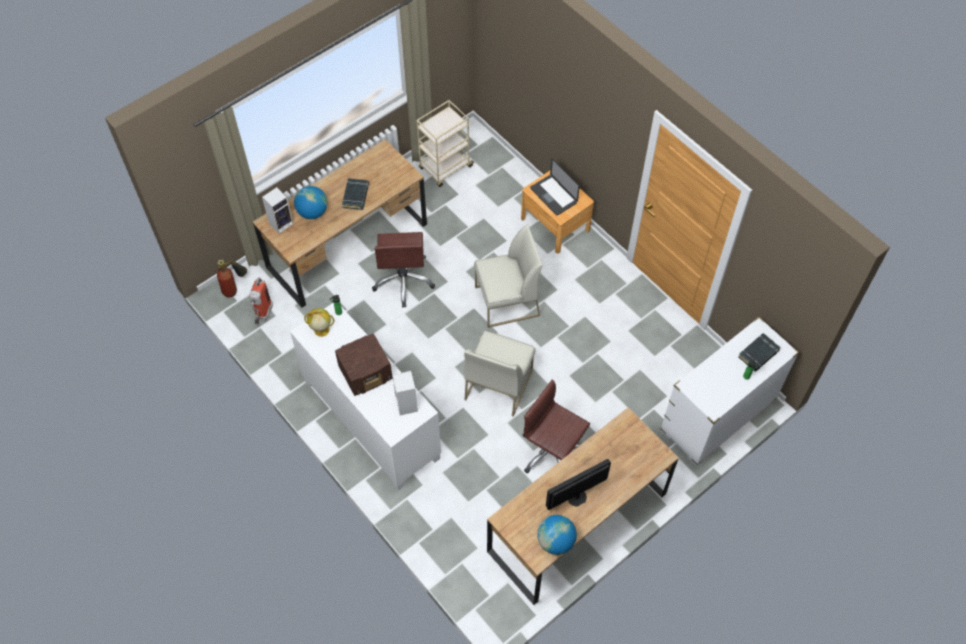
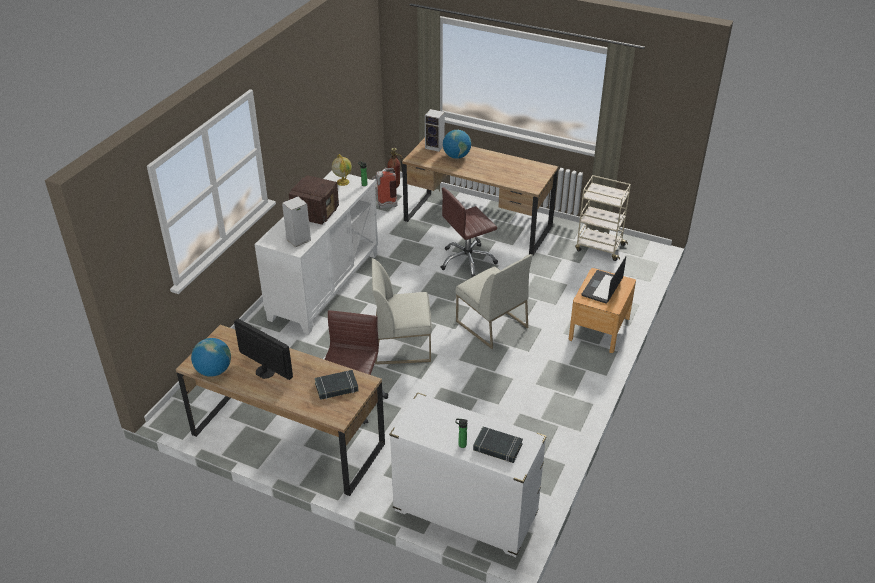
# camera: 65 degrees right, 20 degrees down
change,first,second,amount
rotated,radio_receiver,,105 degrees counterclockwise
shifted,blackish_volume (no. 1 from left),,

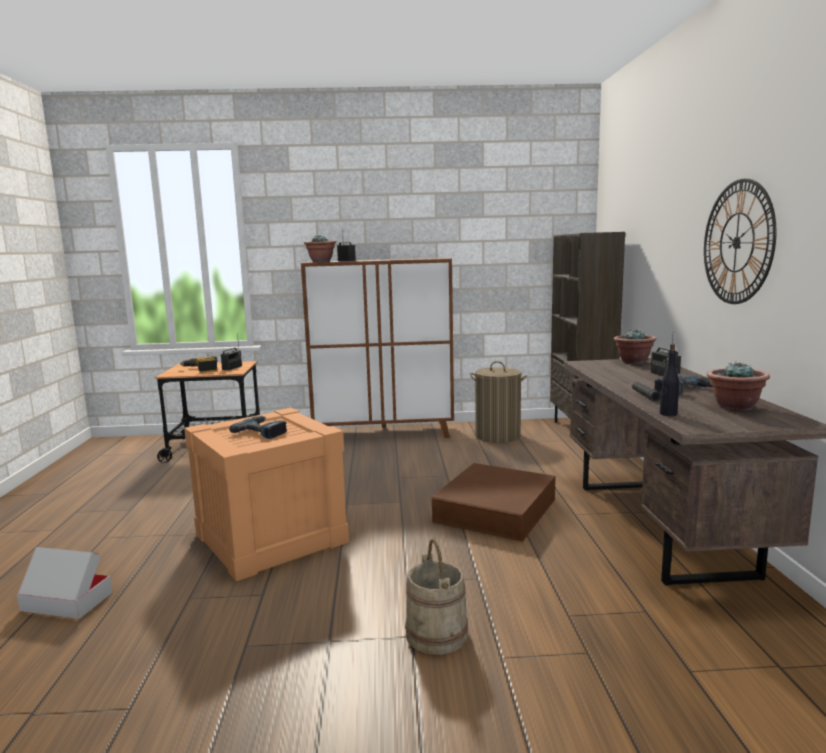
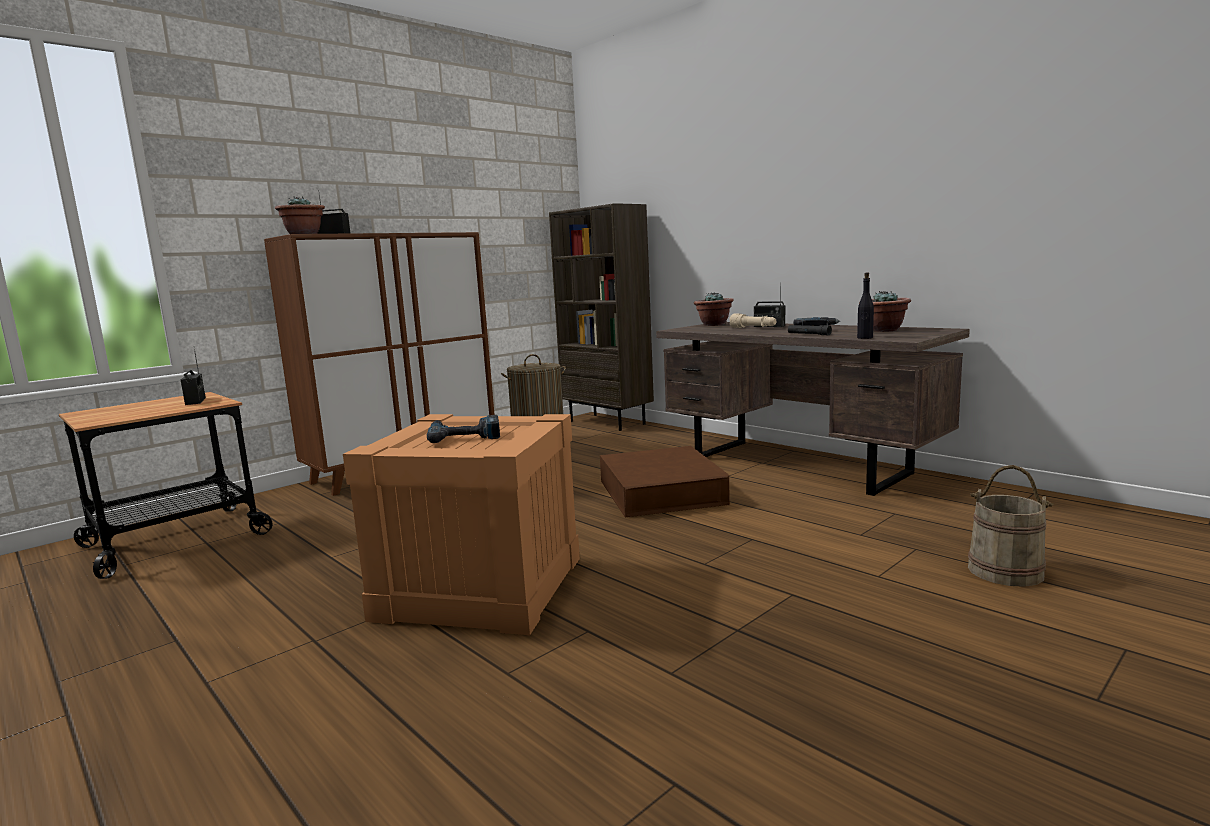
# camera: 40 degrees left, 0 degrees up
change,first,second,amount
gone,packing_box,,
gone,electric_drill (no. 1 from left),,
shifted,beige-coloured_water_bucket,,
gone,wall_clock,,
new,,beige-coloured_hand_torch,

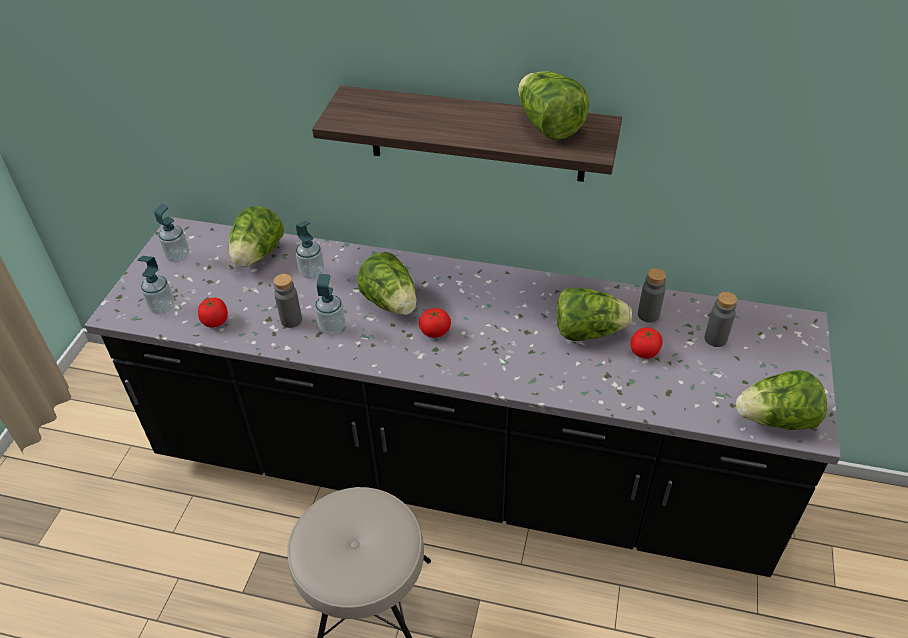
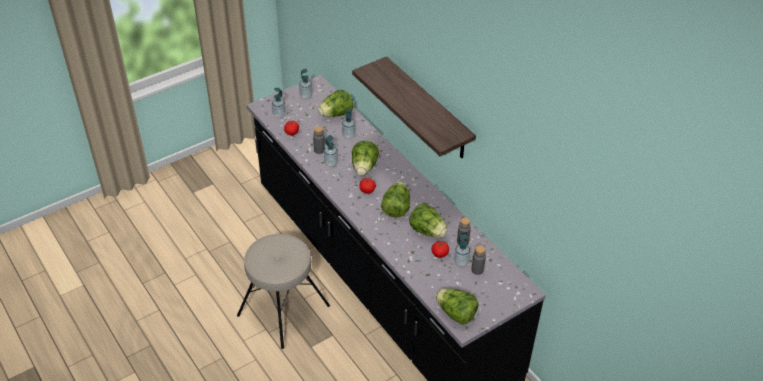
# camera: 40 degrees right, 0 degrees up
change,first,second,amount
shifted,lettuce (no. 3 from left),,
new,,soap_bottle (no. 5 from left),

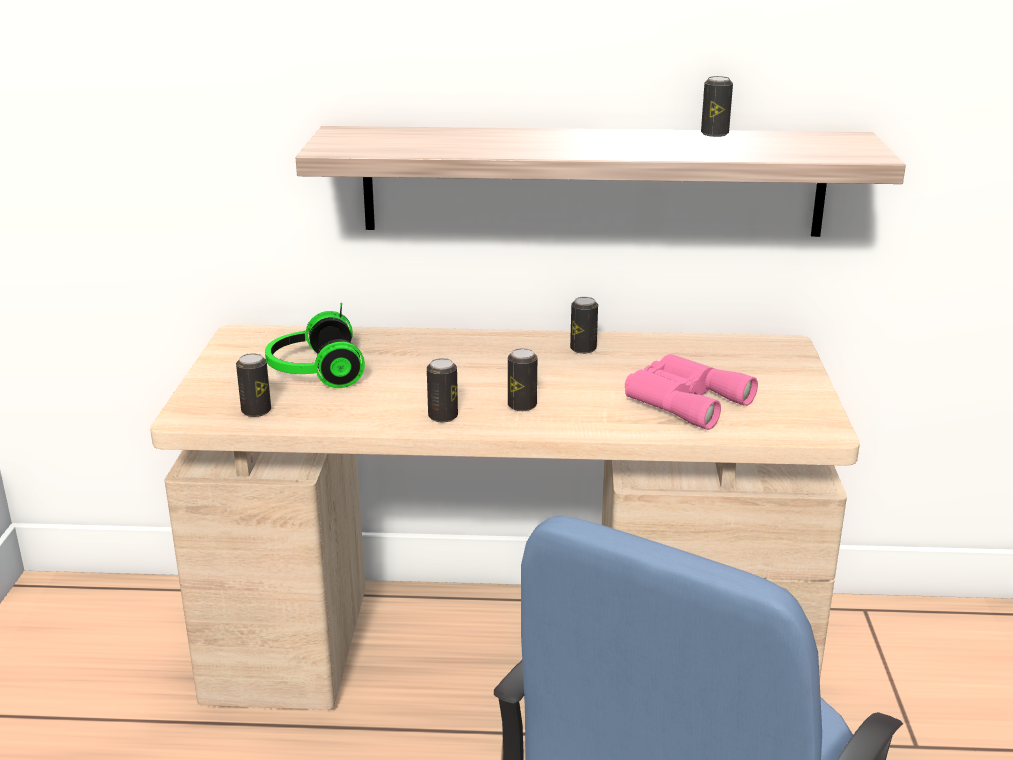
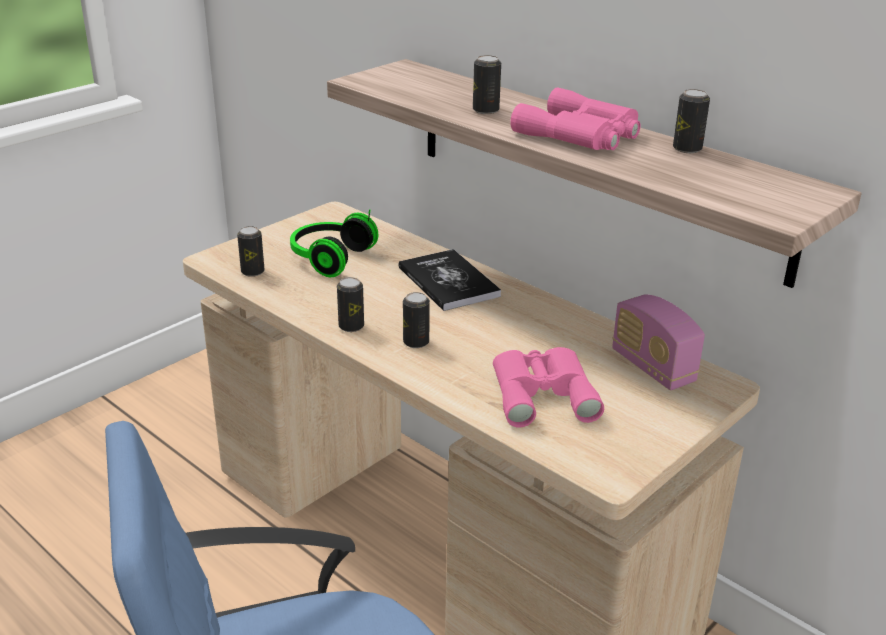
# camera: 40 degrees right, 5 degrees up
change,first,second,amount
shifted,metal_can (no. 4 from left),,
new,,volume,
new,,pinkish_binoculars (no. 2 from left),
new,,radio_receiver,

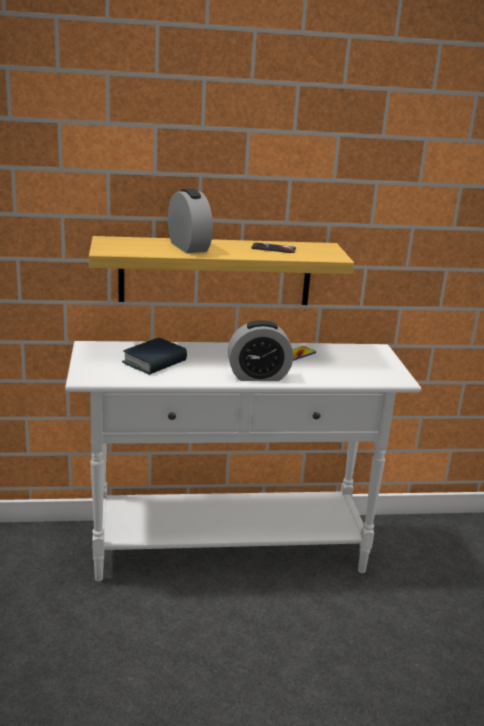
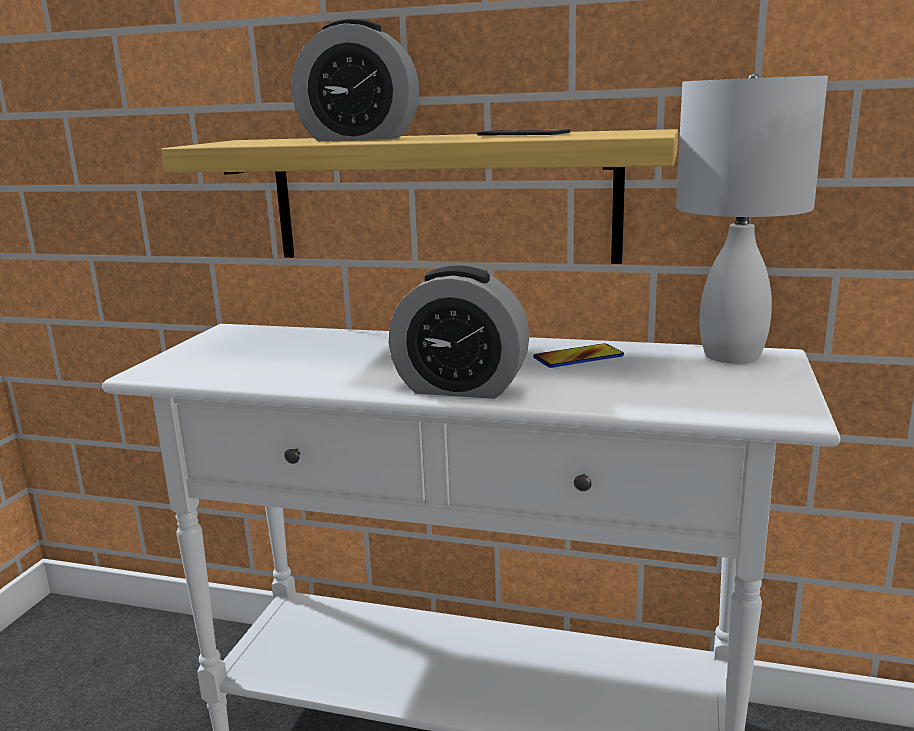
# camera: 25 degrees right, 5 degrees down
change,first,second,amount
gone,volume,,
rotated,alarm_clock (no. 1 from left),,105 degrees clockwise
new,,white_table_lamp,

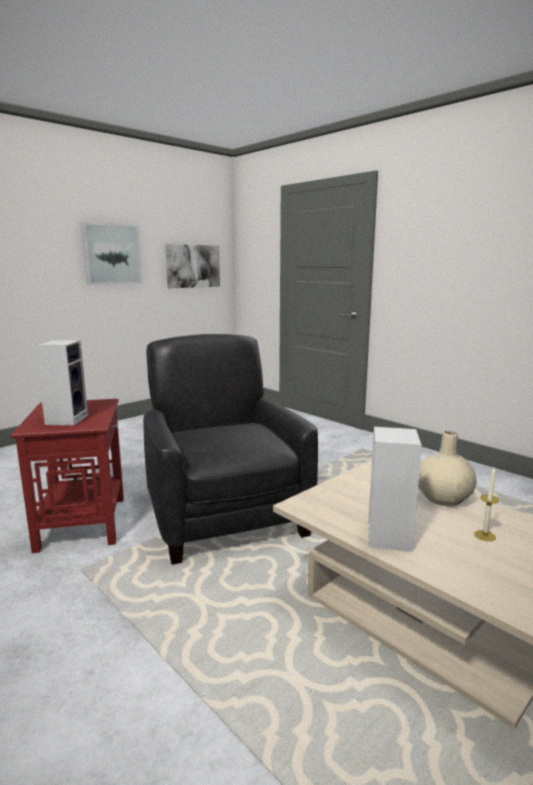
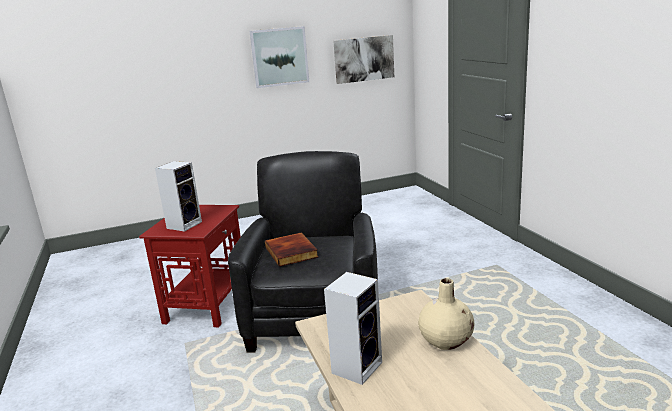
# camera: 25 degrees right, 5 degrees up
change,first,second,amount
gone,wax_light,,
new,,volume,

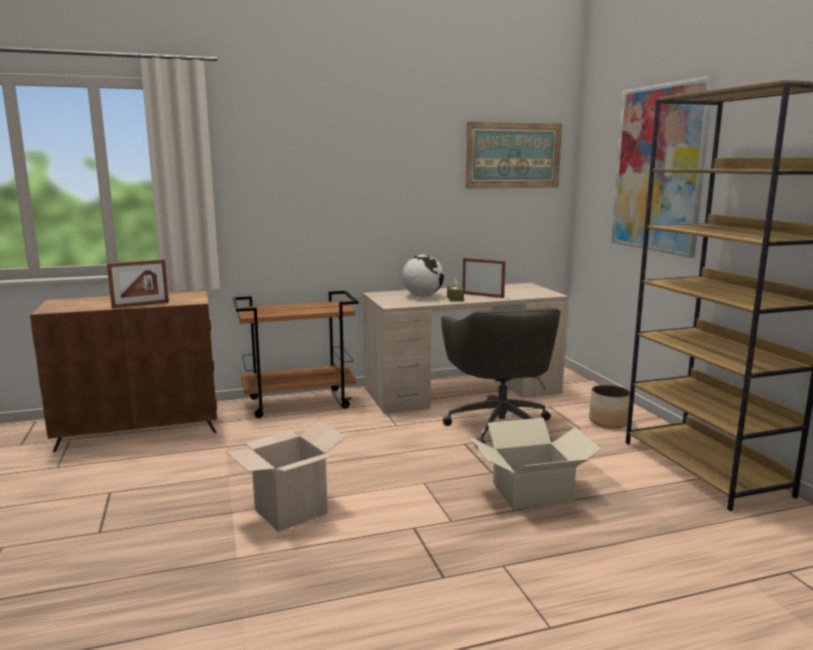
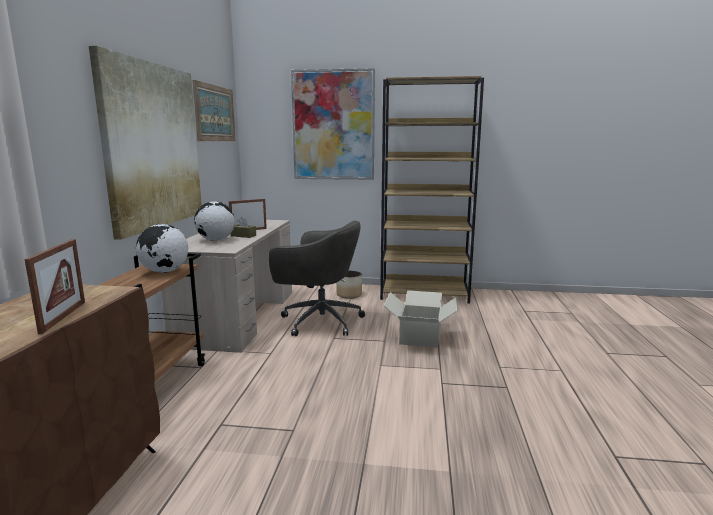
# camera: 65 degrees left, 0 degrees up
change,first,second,amount
gone,packing_box (no. 1 from left),,
new,,picture (no. 1 from left),
new,,globe (no. 1 from left),

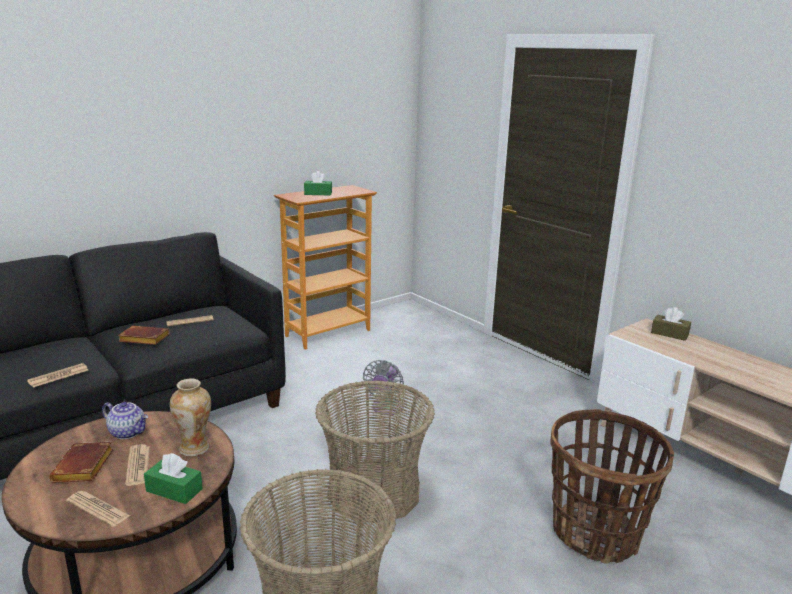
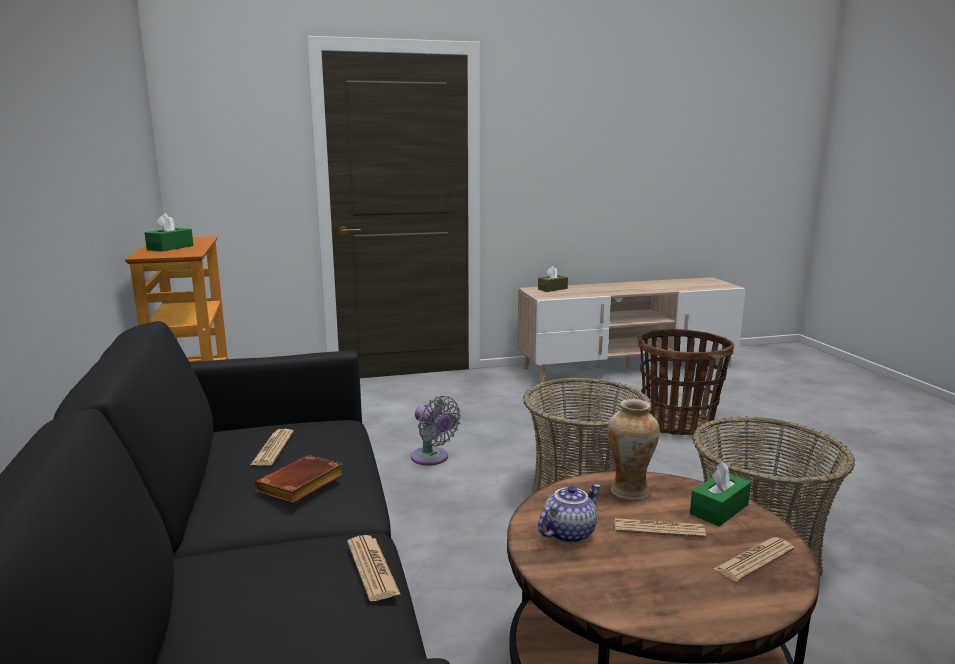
# camera: 65 degrees left, 5 degrees down
change,first,second,amount
gone,brownish_volume (no. 1 from left),,

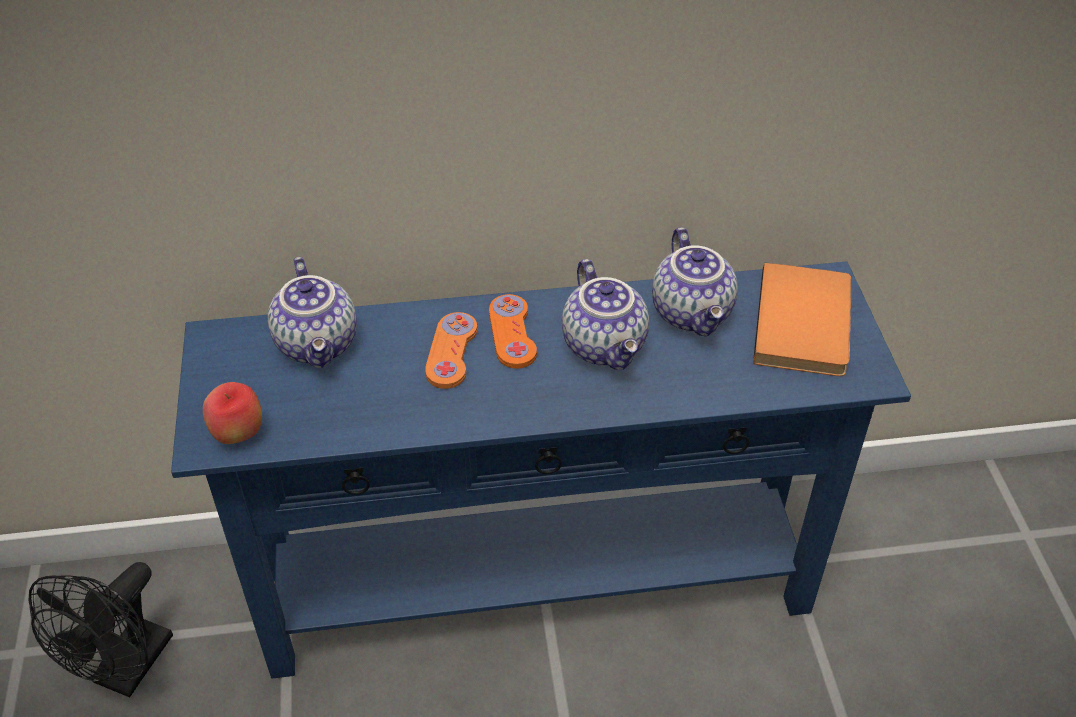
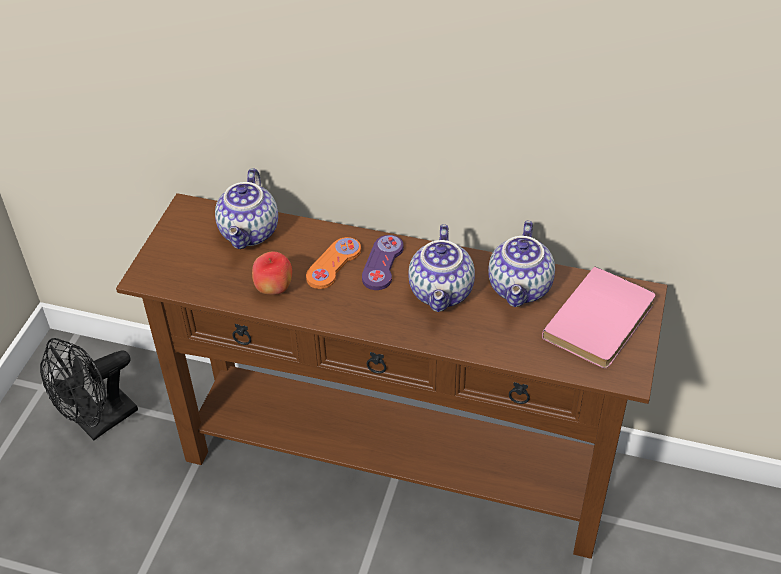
# camera: 25 degrees right, 0 degrees up
change,first,second,amount
repainted,blue-coloured_hall_table,brownish_hall_table,
shifted,apple,,
repainted,orangey_game_controller (no. 2 from left),purplish_game_controller,
repainted,orangey_volume,pinkish_volume,

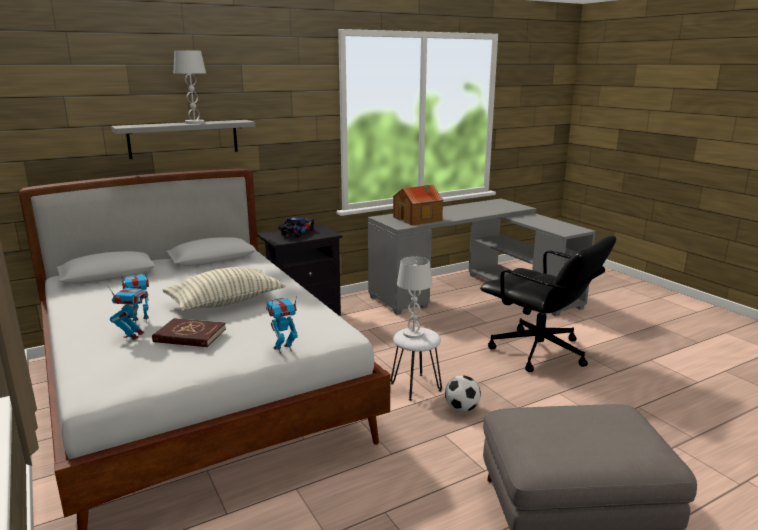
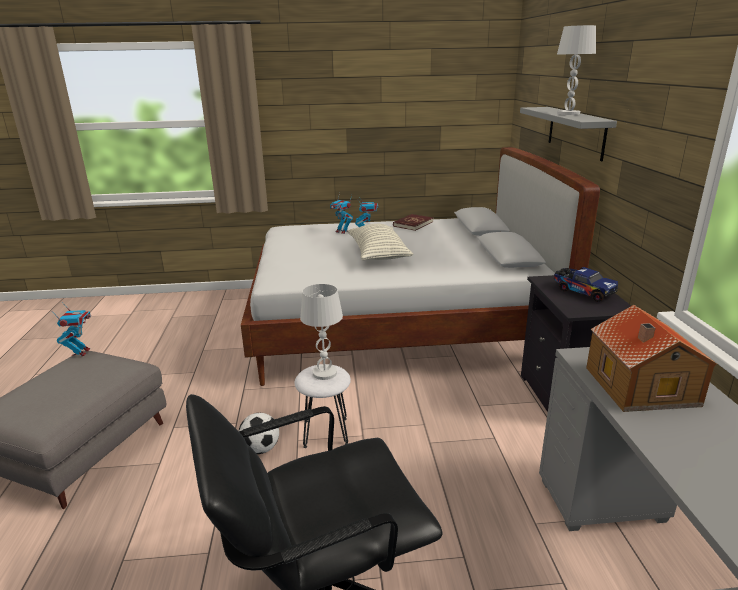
# camera: 115 degrees right, 5 degrees up
change,first,second,amount
shifted,reddish_volume,,
shifted,toy_robot (no. 3 from left in the first image),toy_robot (no. 1 from left),

